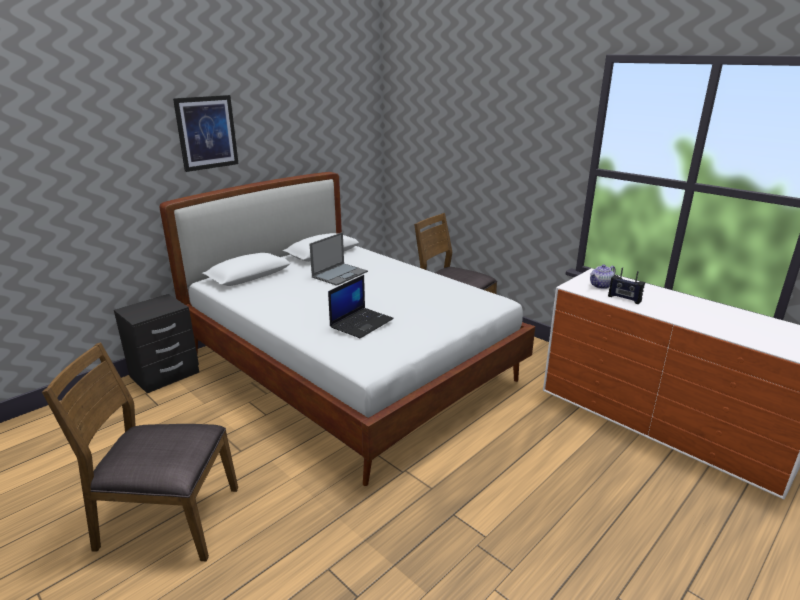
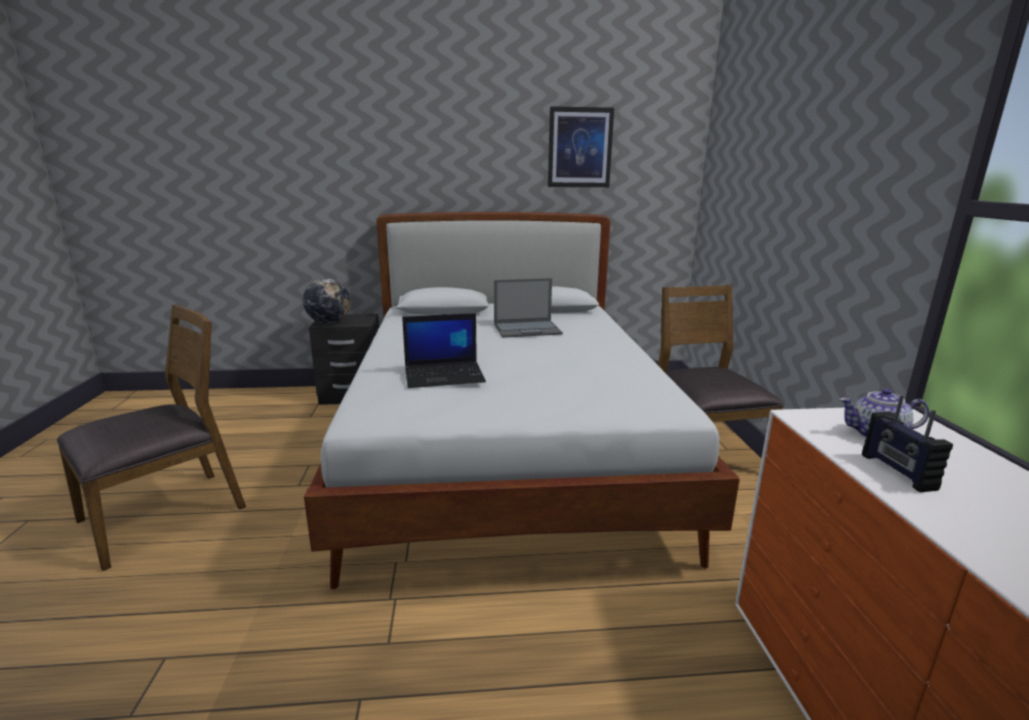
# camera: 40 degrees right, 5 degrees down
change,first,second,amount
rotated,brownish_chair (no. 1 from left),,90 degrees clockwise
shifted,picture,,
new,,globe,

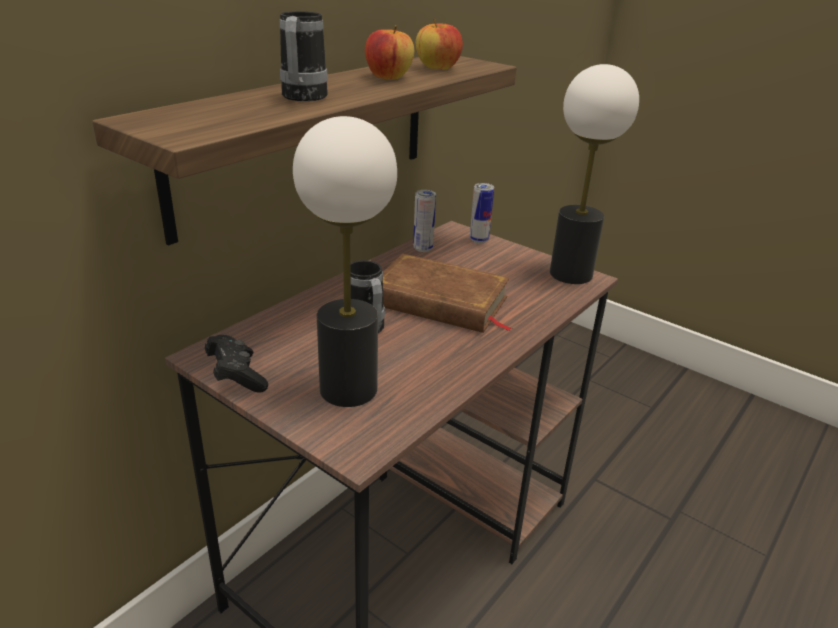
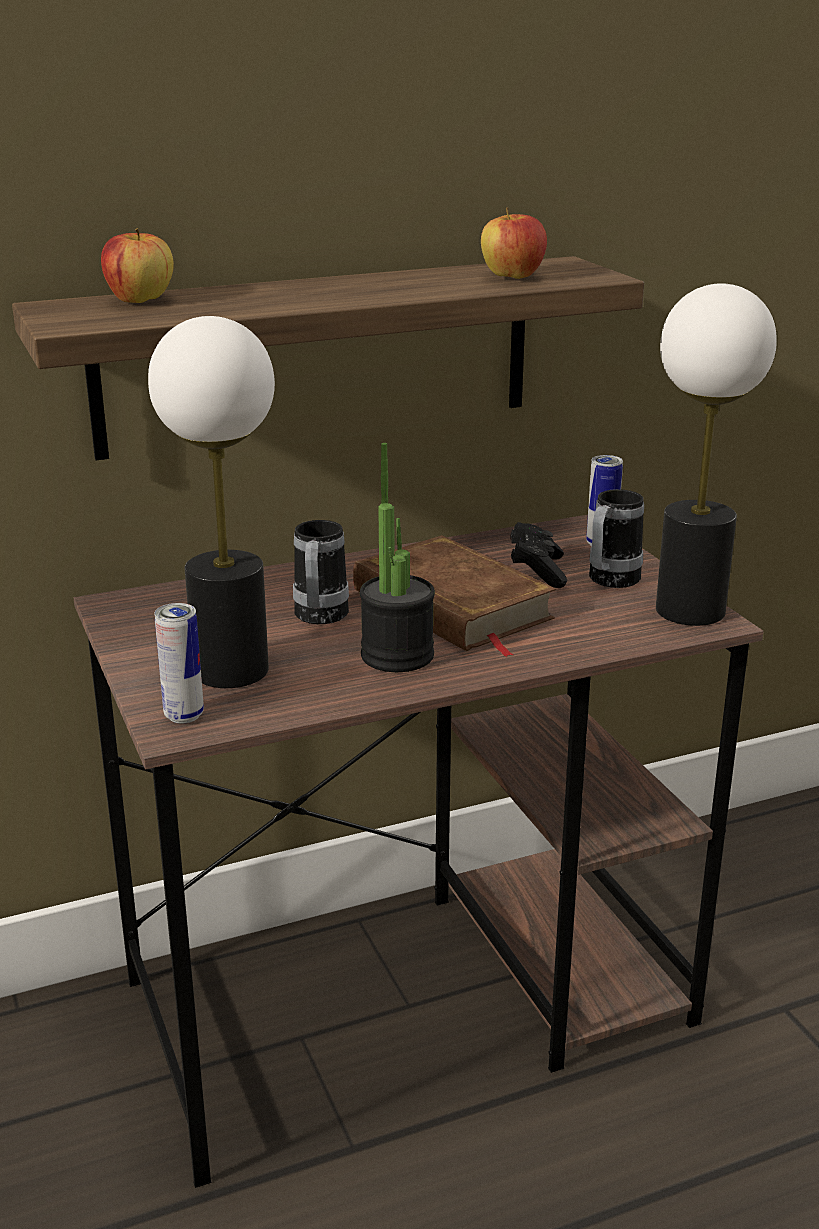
# camera: 30 degrees right, 5 degrees down
change,first,second,amount
shifted,blackish_game_controller,,
shifted,mug (no. 1 from left in the first image),mug (no. 2 from left),
shifted,apple (no. 1 from left),,
shifted,metal_can (no. 1 from left),,
new,,potted_plant,

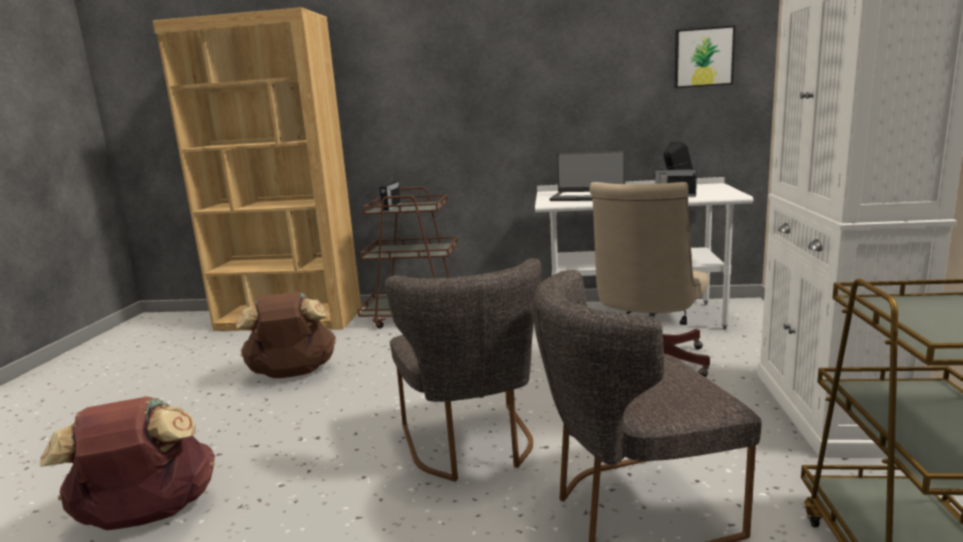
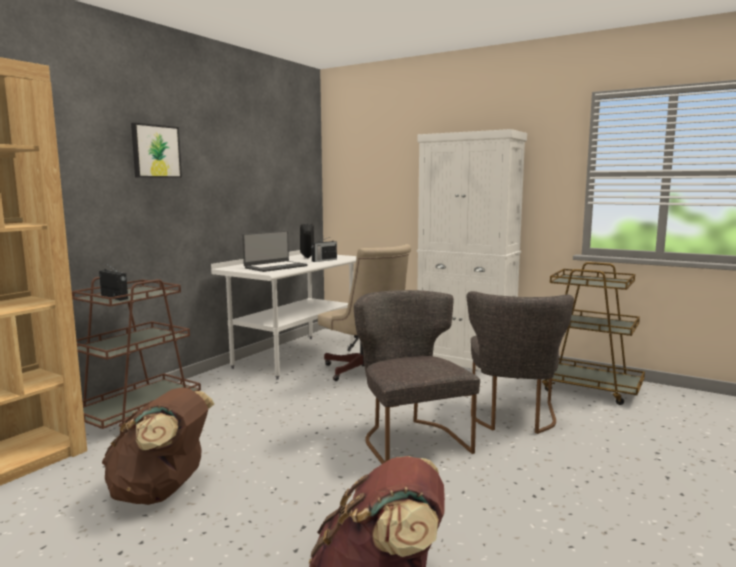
# camera: 65 degrees left, 5 degrees down
change,first,second,amount
rotated,grey_chair (no. 1 from left),,120 degrees counterclockwise
shifted,picture,,

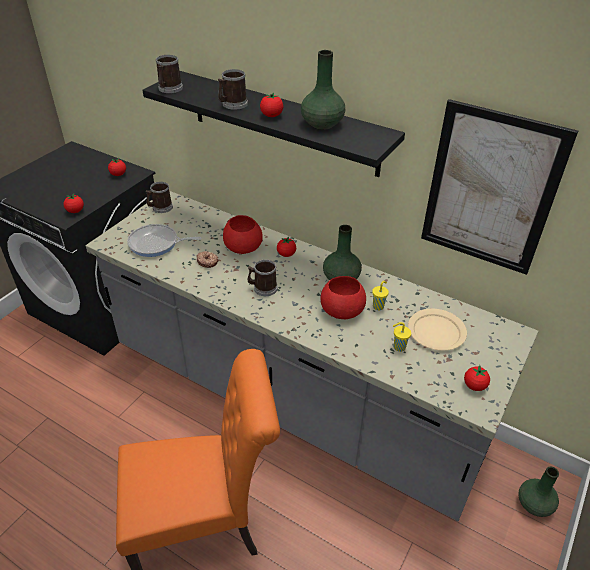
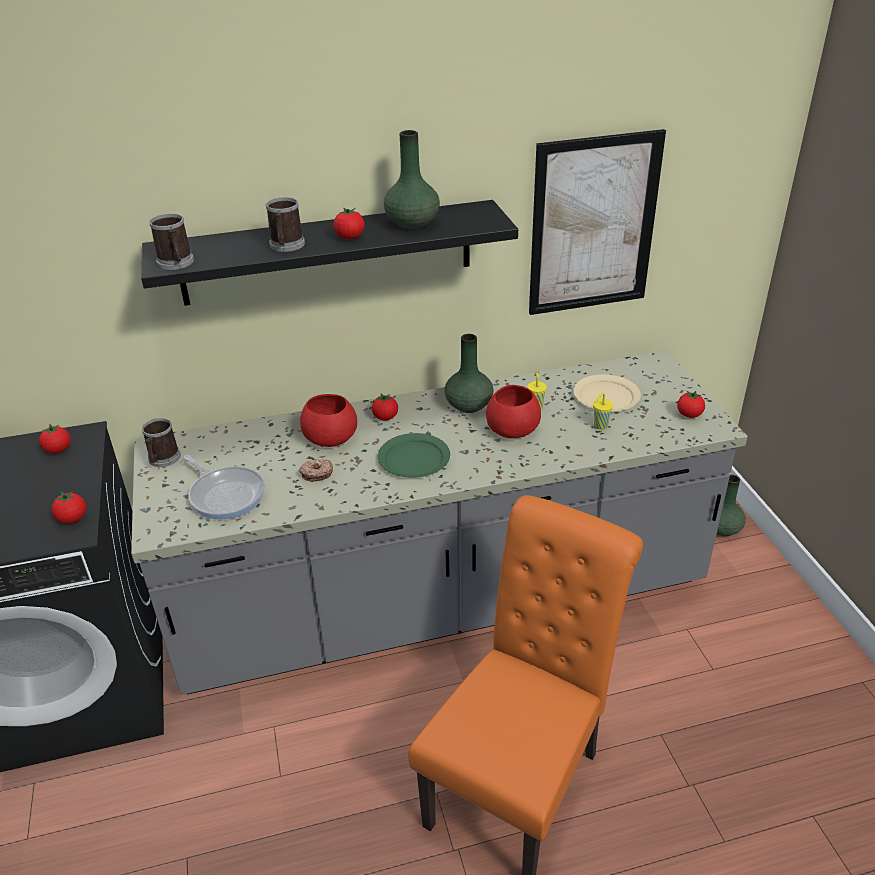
# camera: 45 degrees left, 5 degrees down
change,first,second,amount
rotated,frying_pan,,90 degrees counterclockwise
swapped,mug (no. 4 from left),green-coloured_dinner_plate,

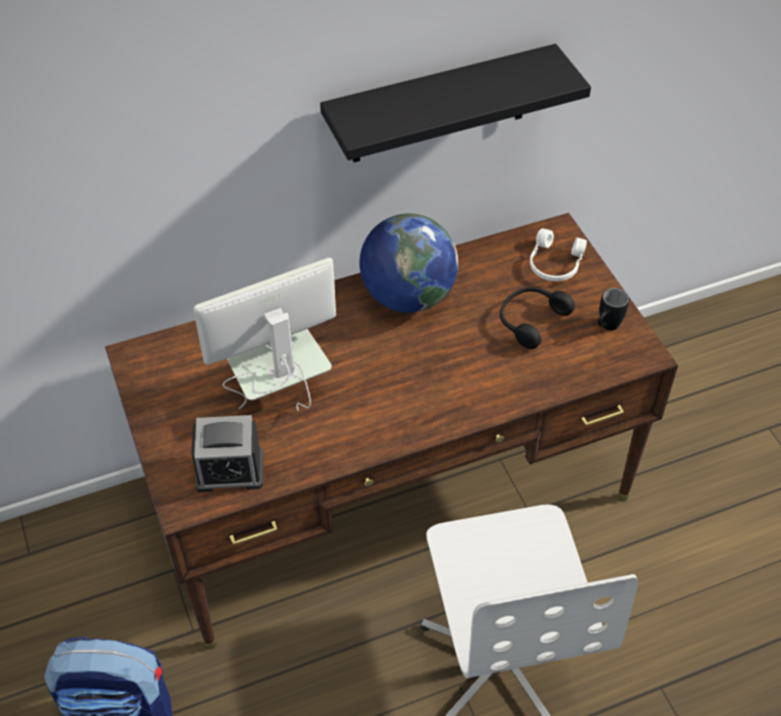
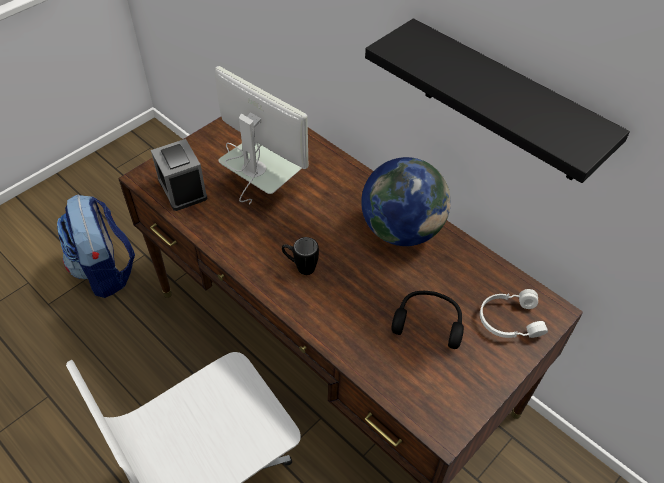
# camera: 65 degrees right, 0 degrees up
change,first,second,amount
shifted,blackish_mug,,

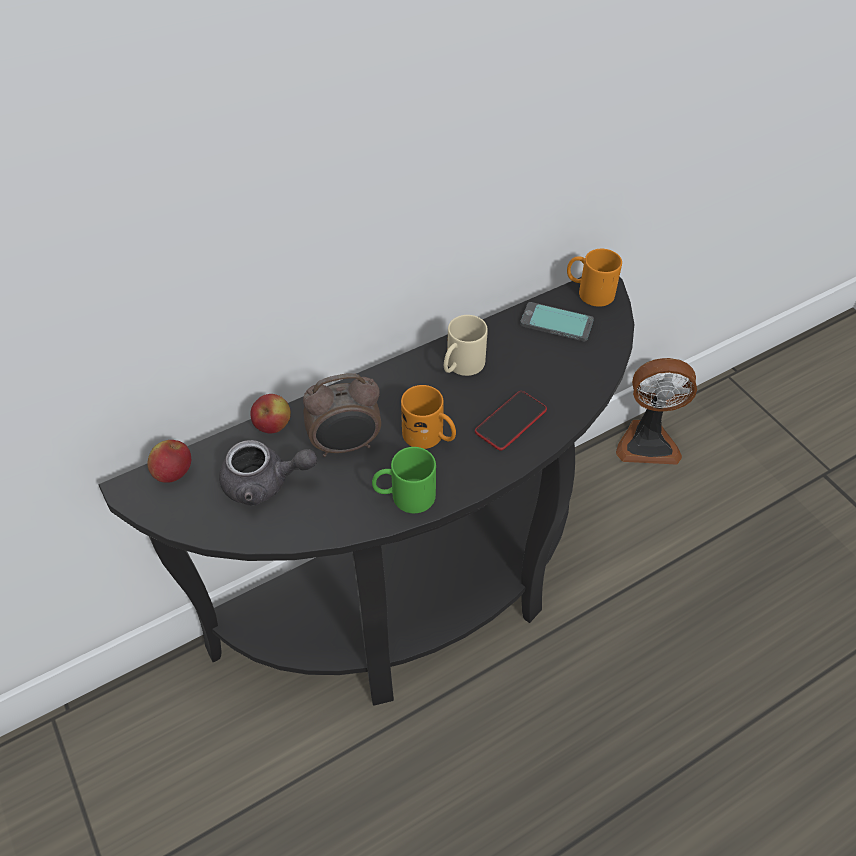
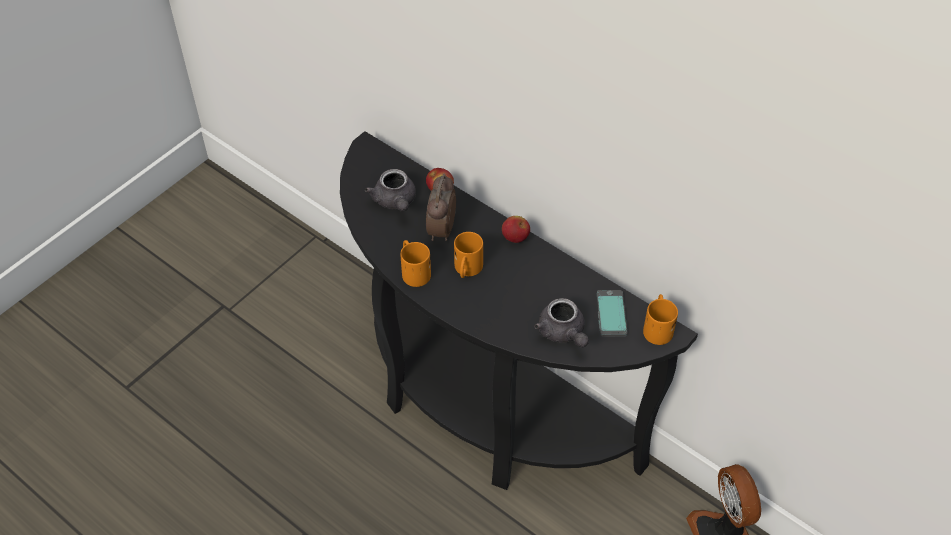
# camera: 70 degrees right, 0 degrees up
change,first,second,amount
shifted,apple (no. 1 from left in the first image),apple (no. 2 from left),
rotated,alarm_clock,,45 degrees clockwise
repainted,green-coloured_mug,orangey_mug (no. 1 from left),
gone,beige-coloured_mug,,
gone,telephone (no. 1 from left),,
new,,grey_pot_for_tea (no. 2 from left),

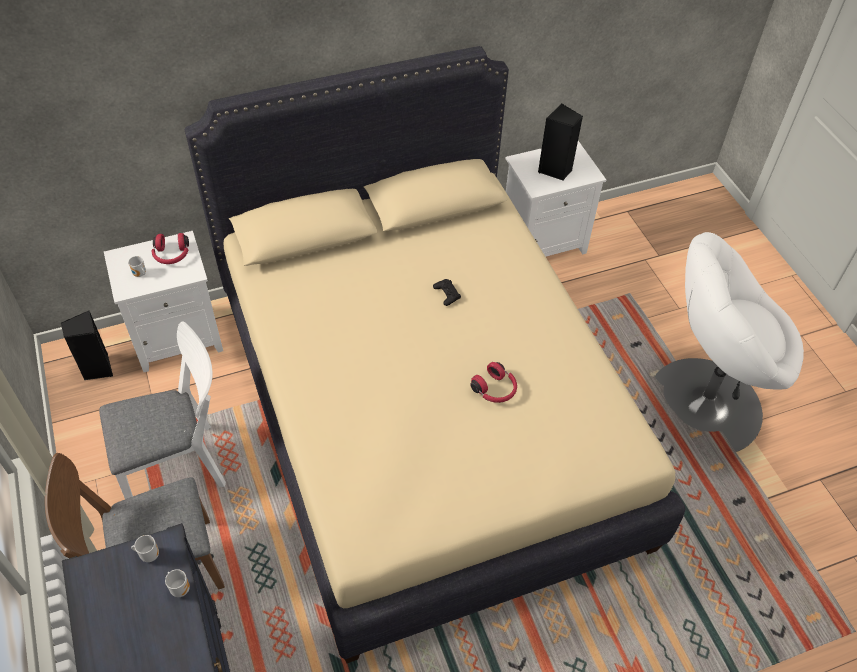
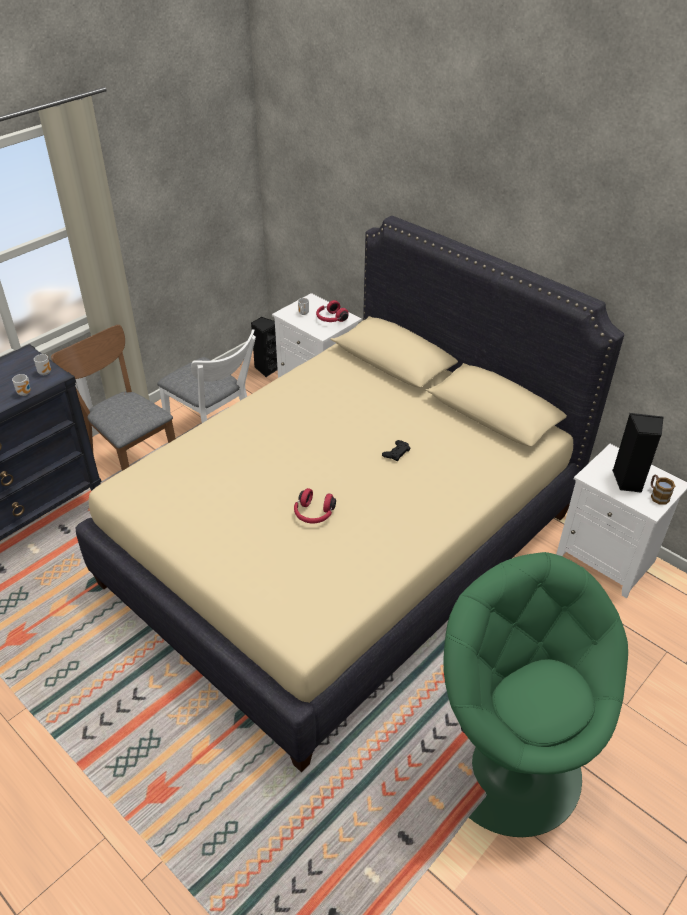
# camera: 65 degrees right, 10 degrees down
change,first,second,amount
repainted,white_lounge_chair,green-coloured_lounge_chair,
new,,mug (no. 4 from left),

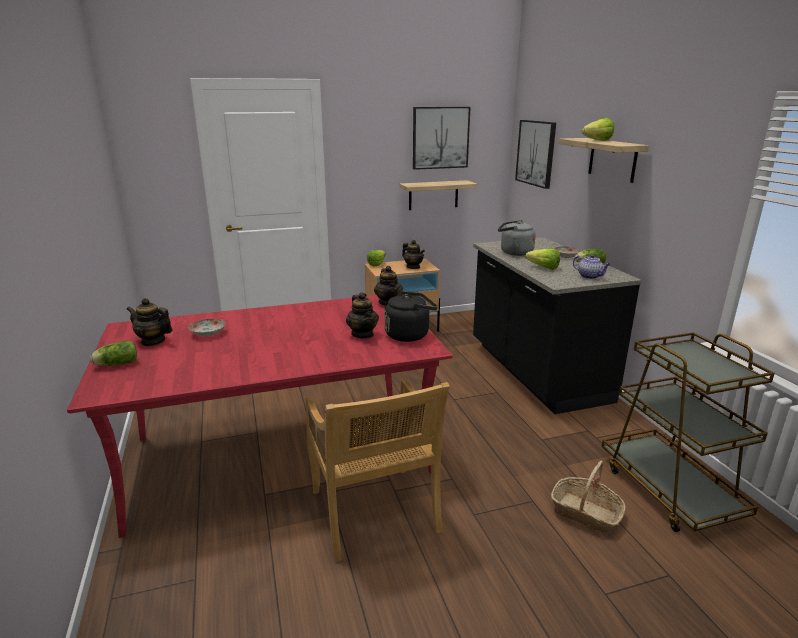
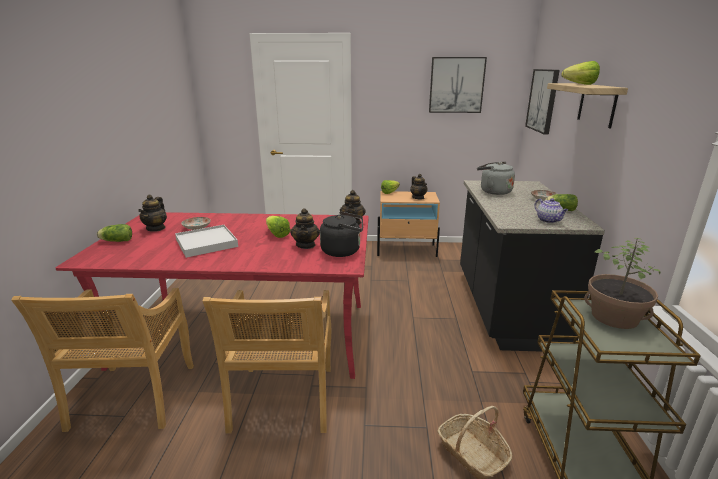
# camera: 20 degrees right, 0 degrees up
change,first,second,amount
rotated,pot_for_tea (no. 1 from left),,120 degrees counterclockwise
gone,shelf (no. 1 from left),,
shifted,lettuce (no. 3 from left in the first image),lettuce (no. 2 from left),
new,,beige-coloured_chair (no. 1 from left),
new,,white_carrying_tray,
new,,potted_plant,

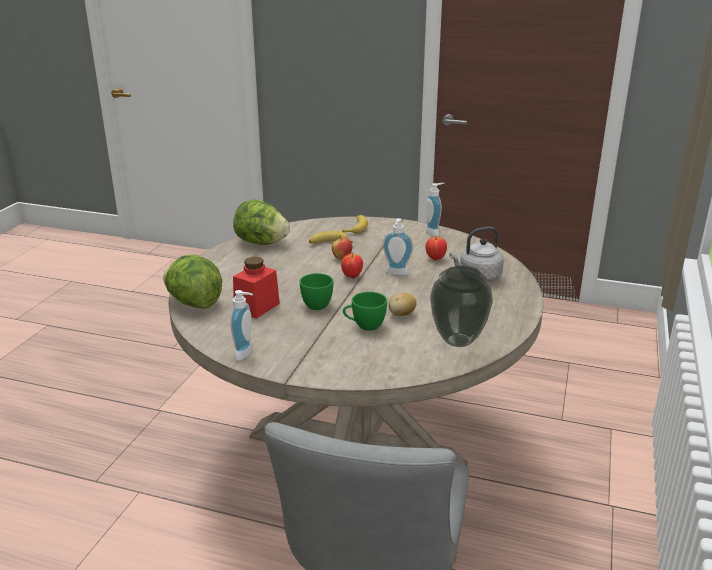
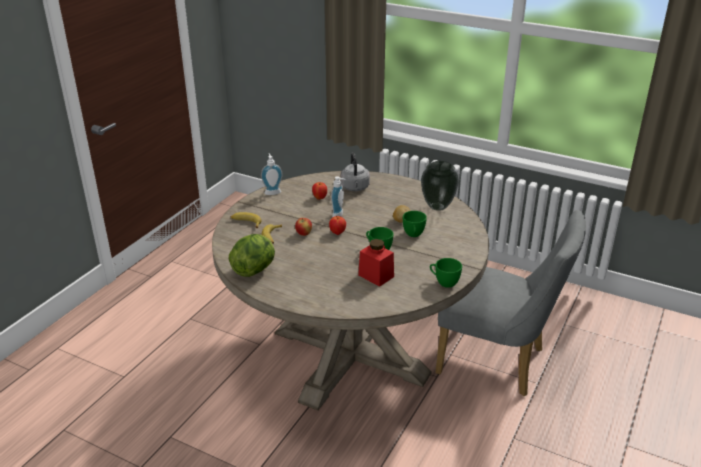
# camera: 80 degrees left, 5 degrees up
change,first,second,amount
gone,lettuce (no. 1 from left),,
swapped,soap_bottle (no. 1 from left),green-coloured_small_cup (no. 3 from left),

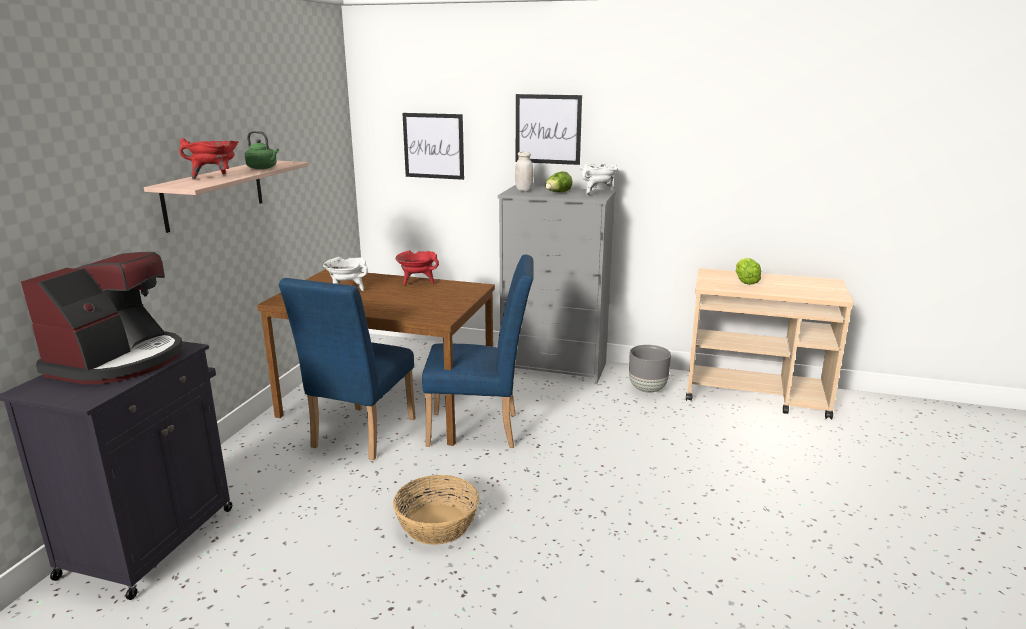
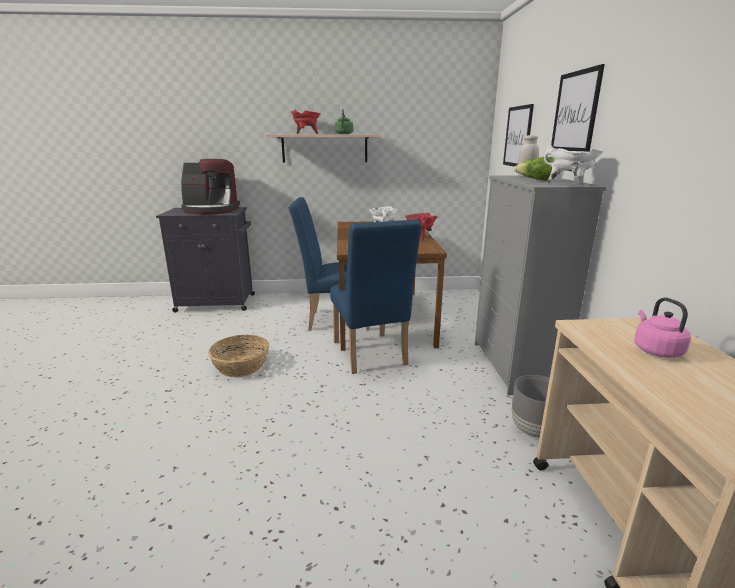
# camera: 70 degrees right, 0 degrees up
change,first,second,amount
swapped,lettuce (no. 2 from left),pinkish_tea_kettle,

